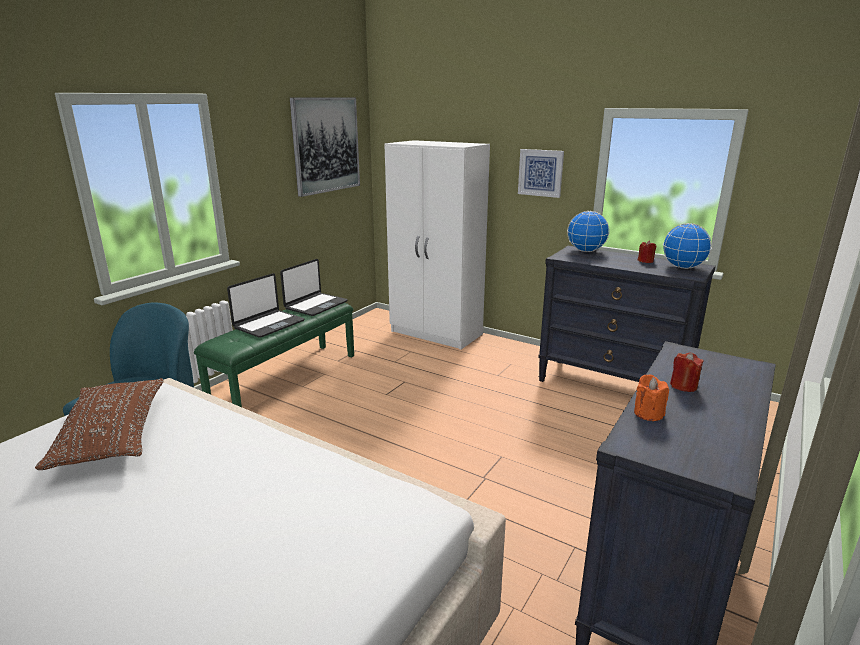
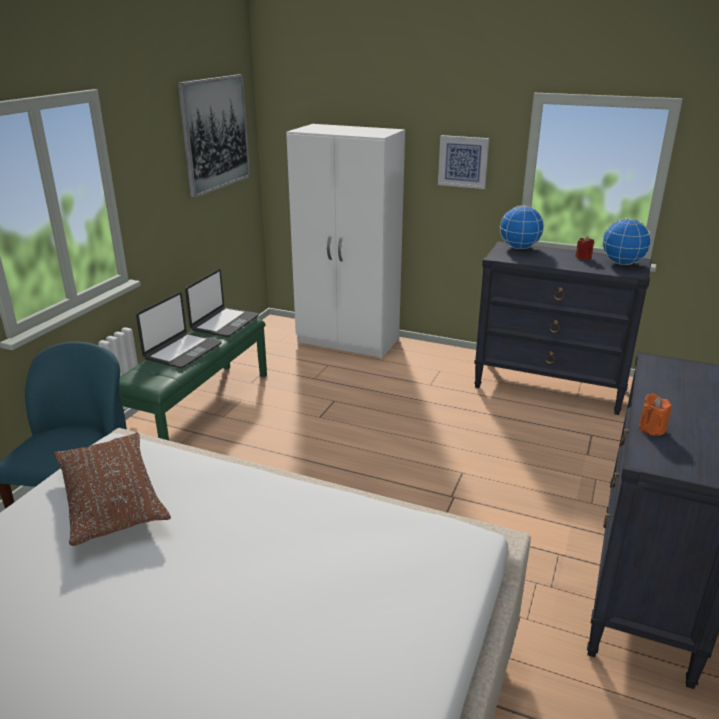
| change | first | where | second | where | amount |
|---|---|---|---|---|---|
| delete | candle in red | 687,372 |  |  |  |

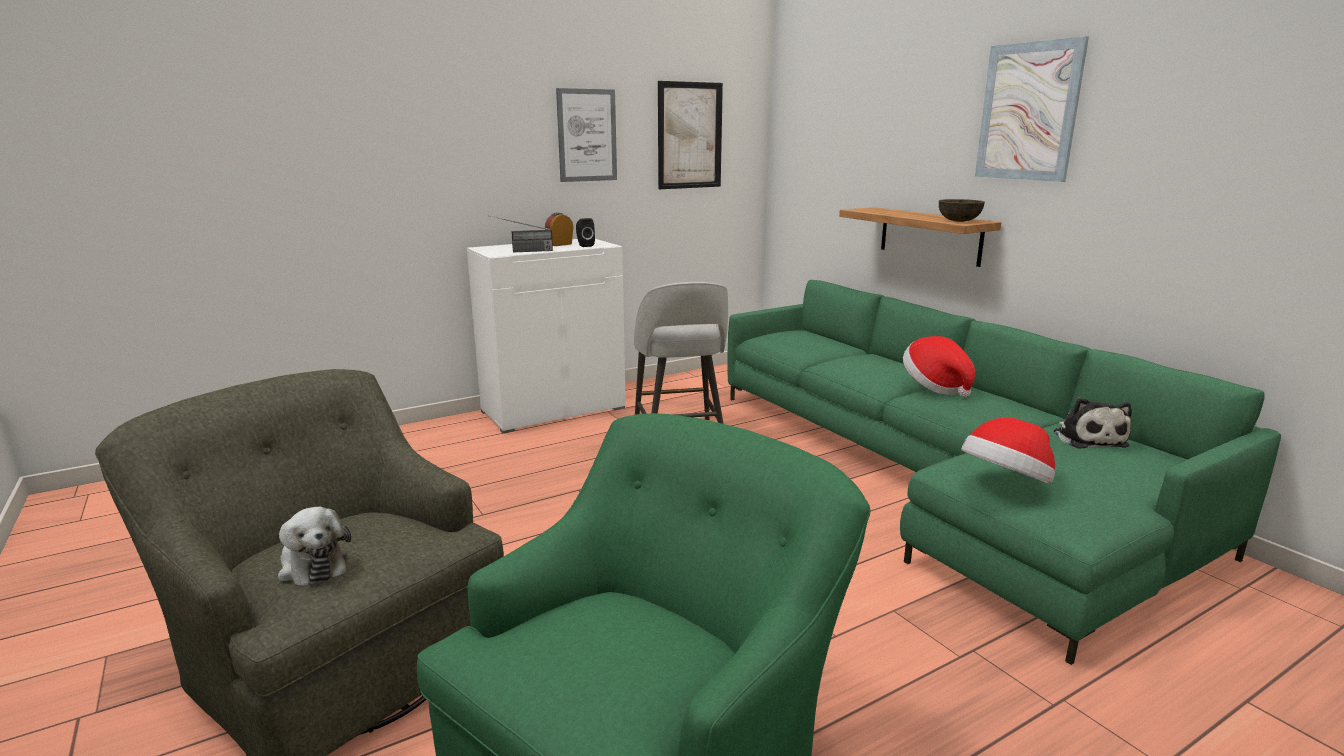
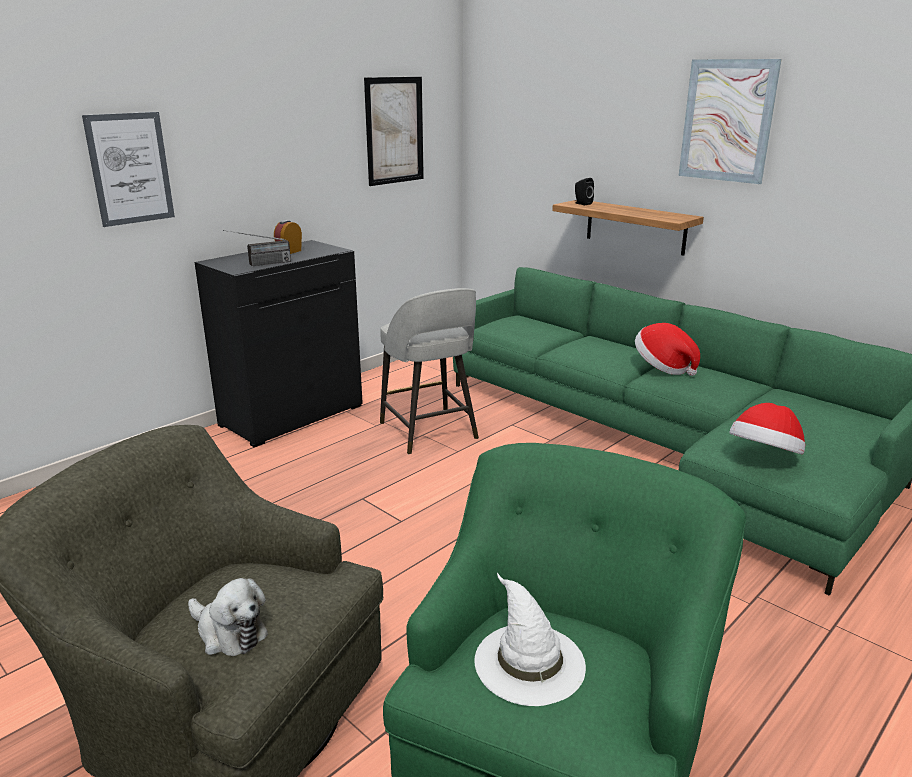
| change | first | where | second | where | amount |
|---|---|---|---|---|---|
| move | picture | 586,135 |  | 128,169 |  |
| delete | bowl in brown | 962,210 |  |  |  |
| move | speaker in black | 585,232 |  | 584,191 |  |
| recolor | cabinet in white | 546,336 | cabinet in black | 279,343 |  |
| delete | plush toy | 1093,422 |  |  |  |
| insert |  |  | hat in white | 530,639 |  |

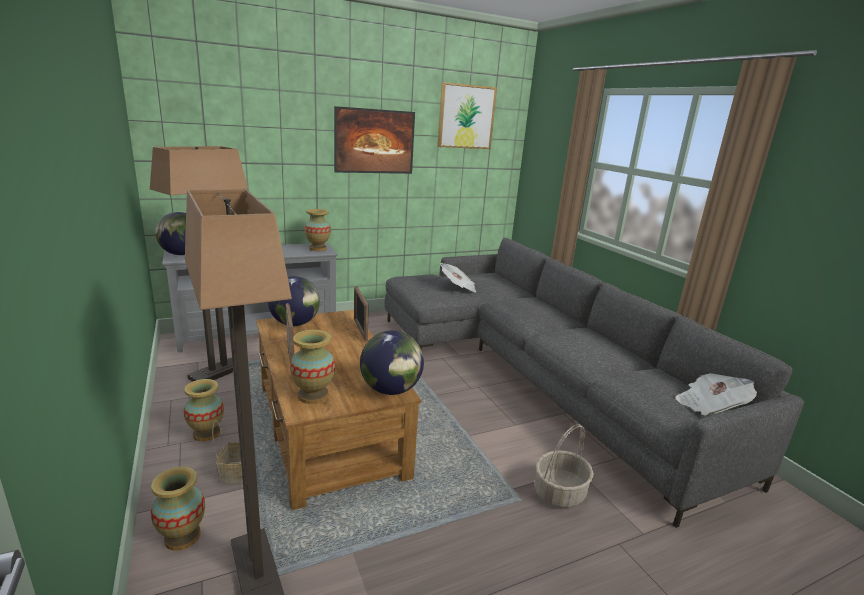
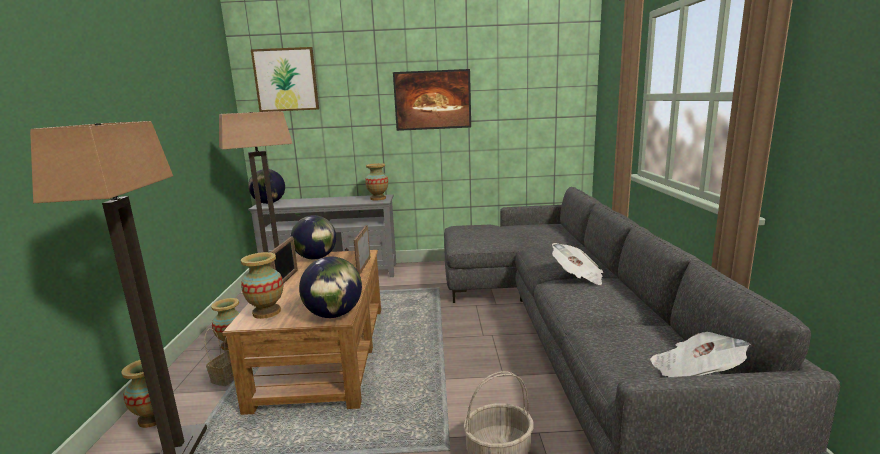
| change | first | where | second | where | amount |
|---|---|---|---|---|---|
| move | picture | 467,115 |  | 285,79 |  |
| move | newspaper | 458,277 |  | 577,264 |  |

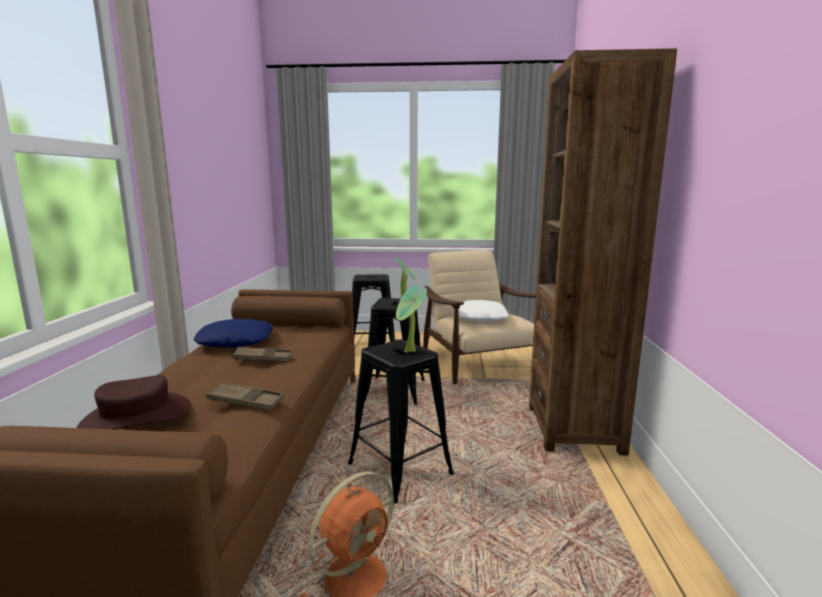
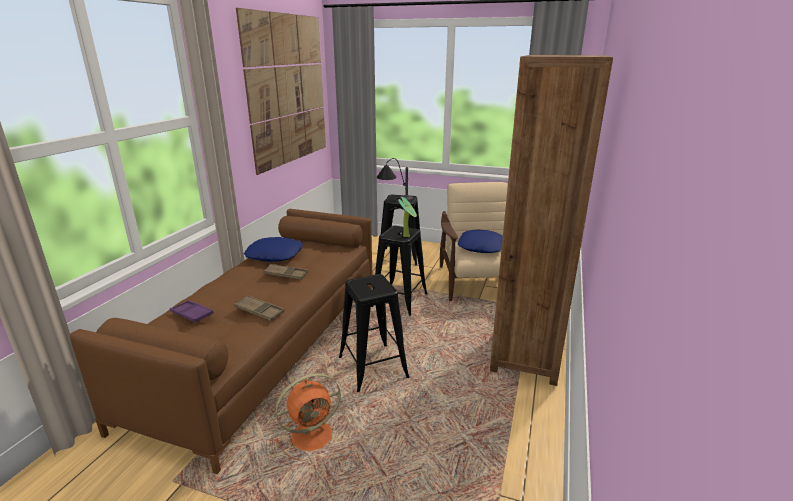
| change | first | where | second | where | amount |
|---|---|---|---|---|---|
| delete | potted plant | 411,319 |  |  |  |
| recolor | pillow in white | 483,311 | pillow in blue | 480,241 |  |
| replace | hat in brown | 134,402 | tray in purple | 192,311 |  |
| insert |  |  | picture | 281,91 |  |
| insert |  |  | table lamp | 395,179 |  |

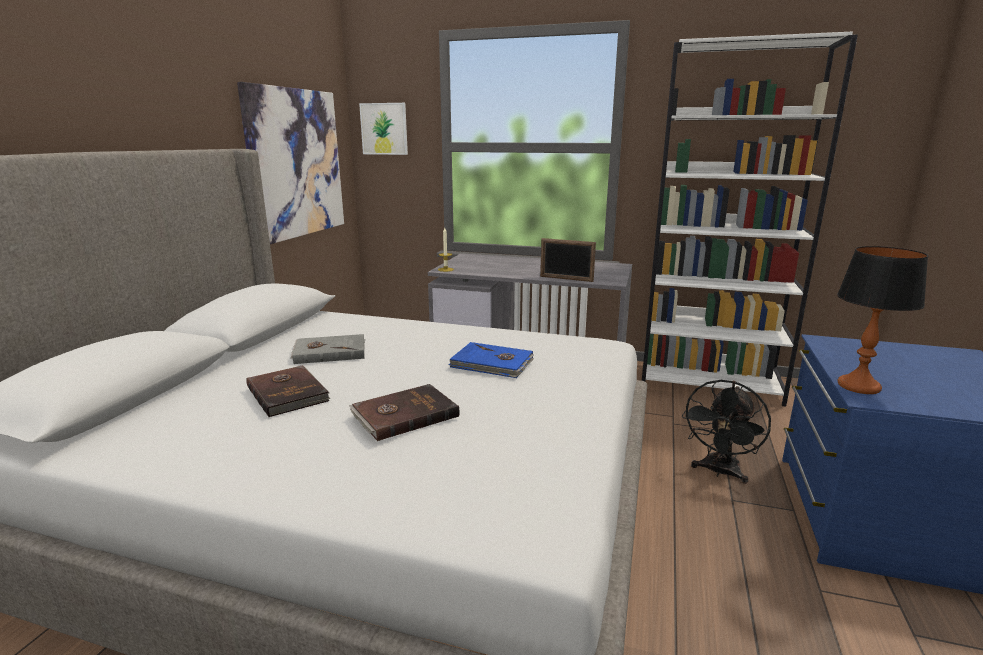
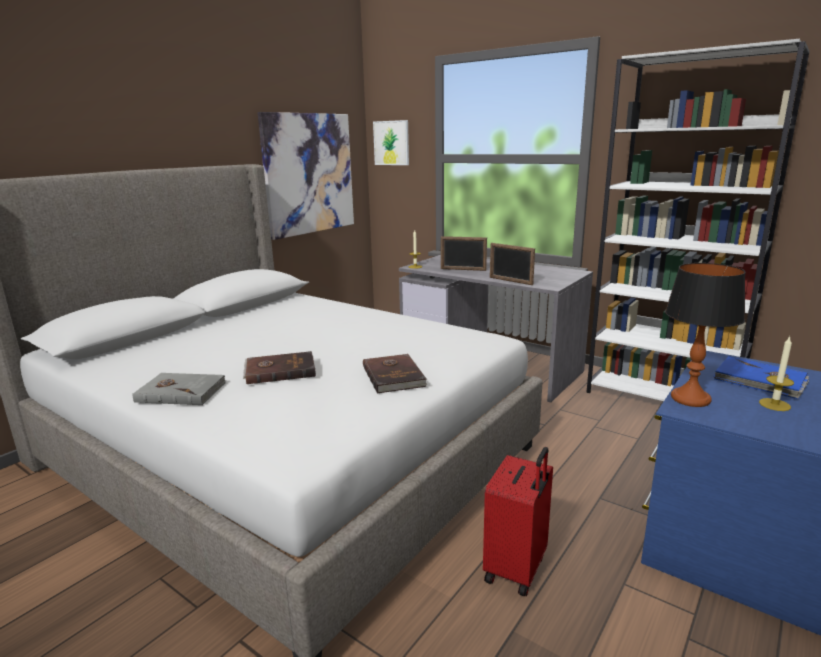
| change | first | where | second | where | amount |
|---|---|---|---|---|---|
| move | book in grey | 328,349 |  | 180,389 |  |
| move | book in blue | 491,360 |  | 761,377 |  |
| move | book in brown | 288,391 |  | 395,374 |  |
| delete | fan in black | 726,432 |  |  |  |
| insert |  |  | picture frame | 464,253 |  |
| insert |  |  | candle | 776,373 |  |
| insert |  |  | suitcase in red | 518,521 |  |

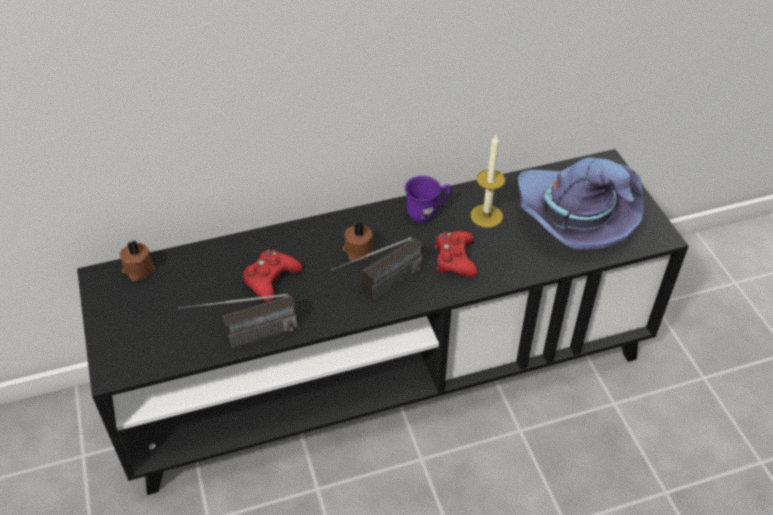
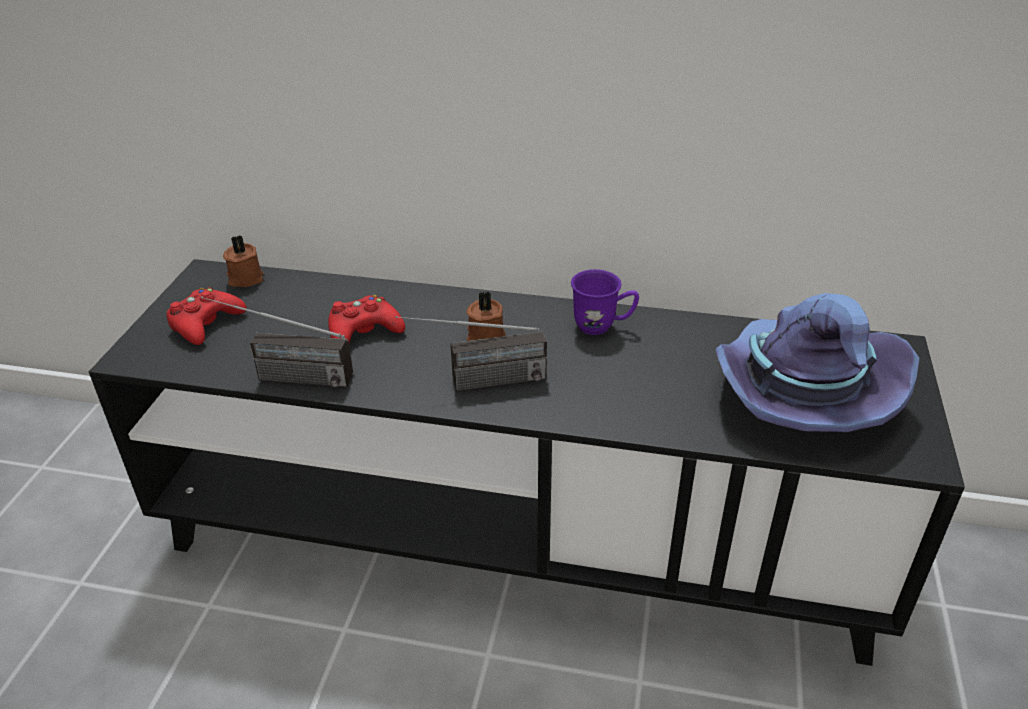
| change | first | where | second | where | amount |
|---|---|---|---|---|---|
| delete | candle | 488,181 |  |  |  |
| move | game controller in red | 456,254 |  | 206,316 |  |

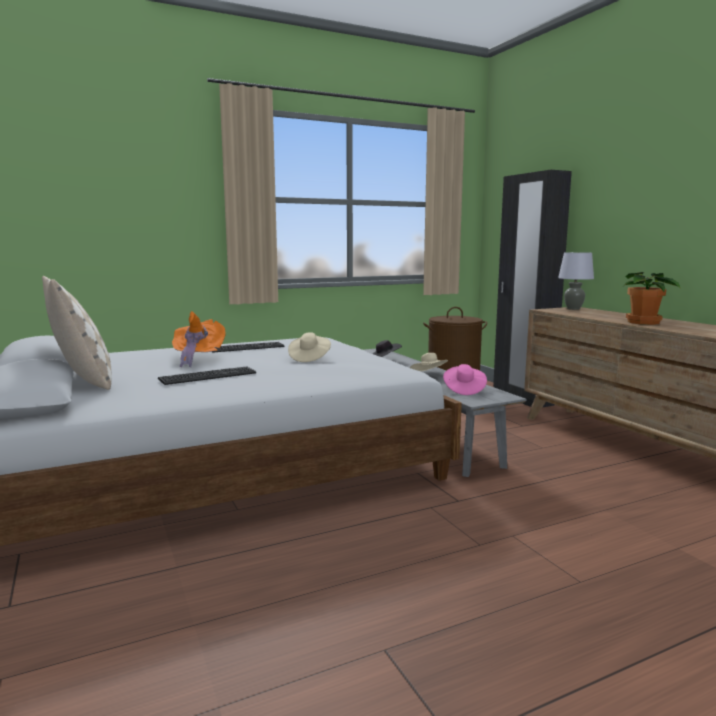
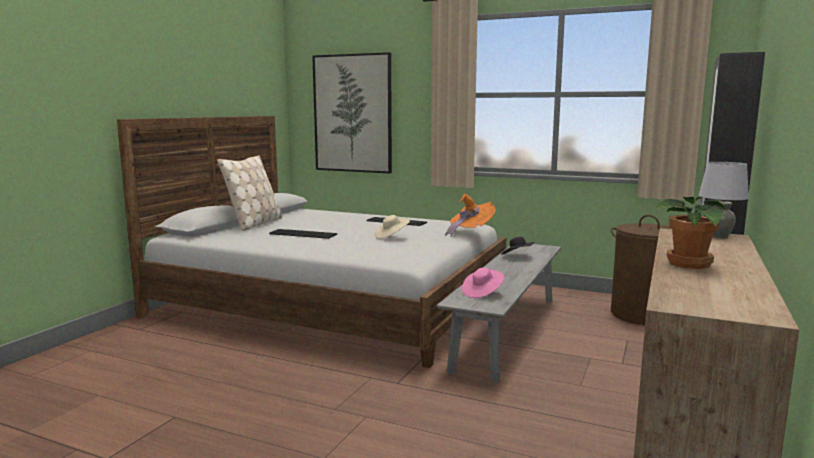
| change | first | where | second | where | amount |
|---|---|---|---|---|---|
| move | hat in orange | 199,339 |  | 470,215 |  |
| delete | hat in beige | 429,362 |  |  |  |
| insert |  |  | picture | 352,112 |  |

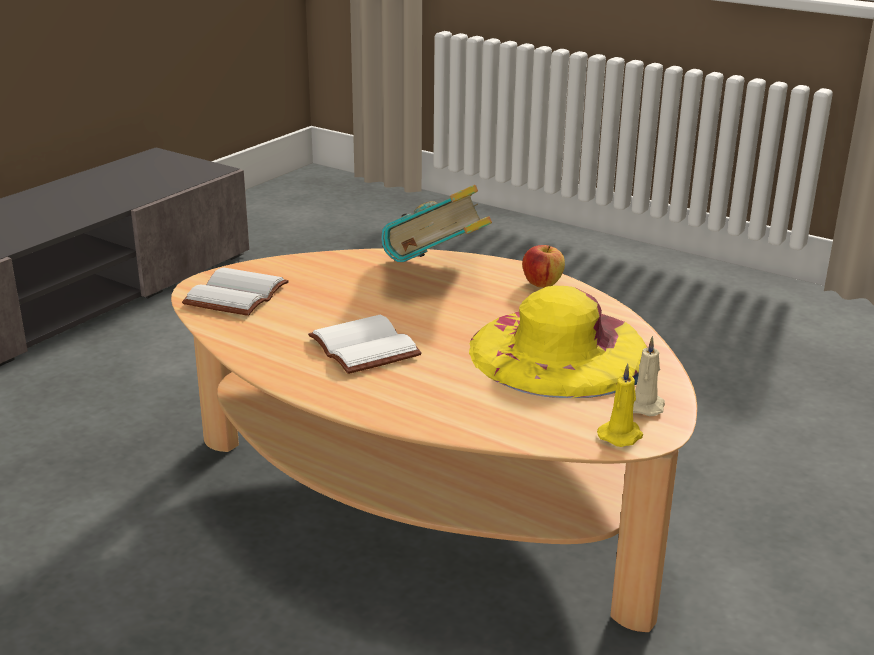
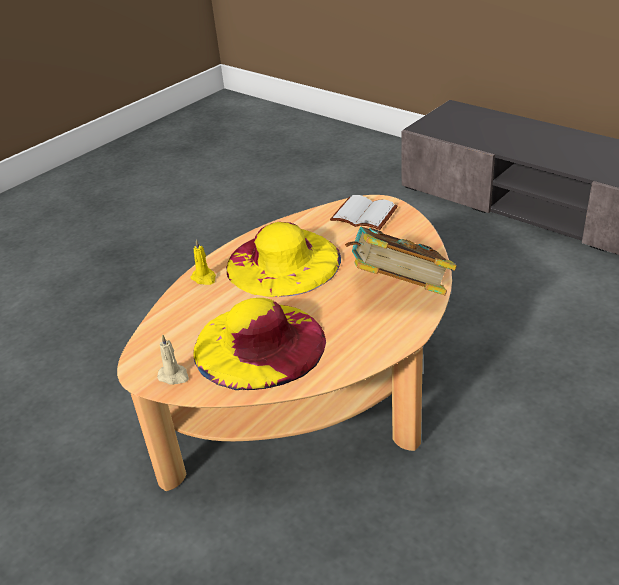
| change | first | where | second | where | amount |
|---|---|---|---|---|---|
| delete | apple | 543,266 |  |  |  |
| replace | book in white | 365,344 | hat in yellow | 283,259 |  |
| move | candle in yellow | 620,405 |  | 203,262 |  |

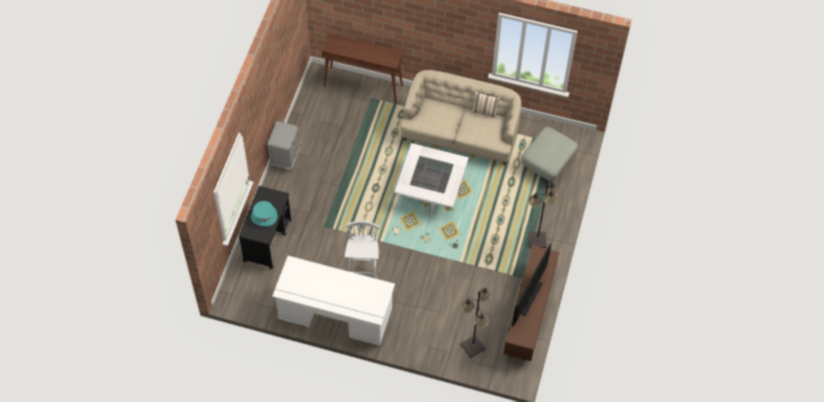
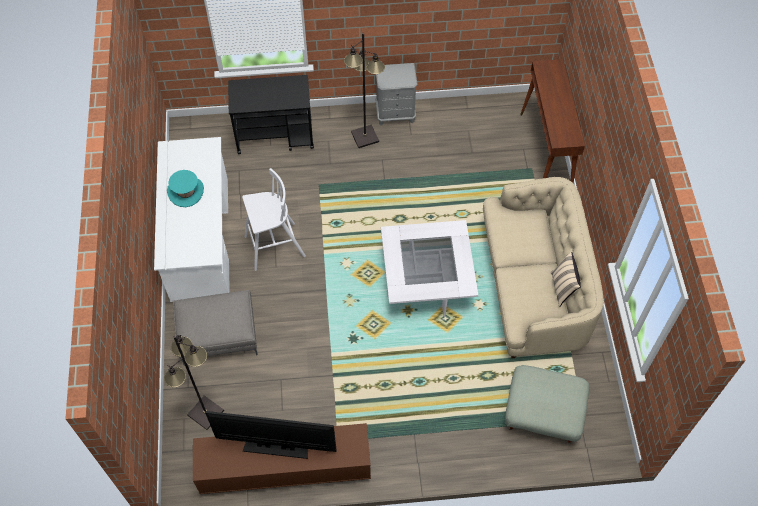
| change | first | where | second | where | amount |
|---|---|---|---|---|---|
| move | floor lamp in black | 543,213 |  | 364,90 |  |
| move | hat in turquoise | 264,214 |  | 185,188 |  |
| insert |  |  | ottoman in grey | 215,328 |  |

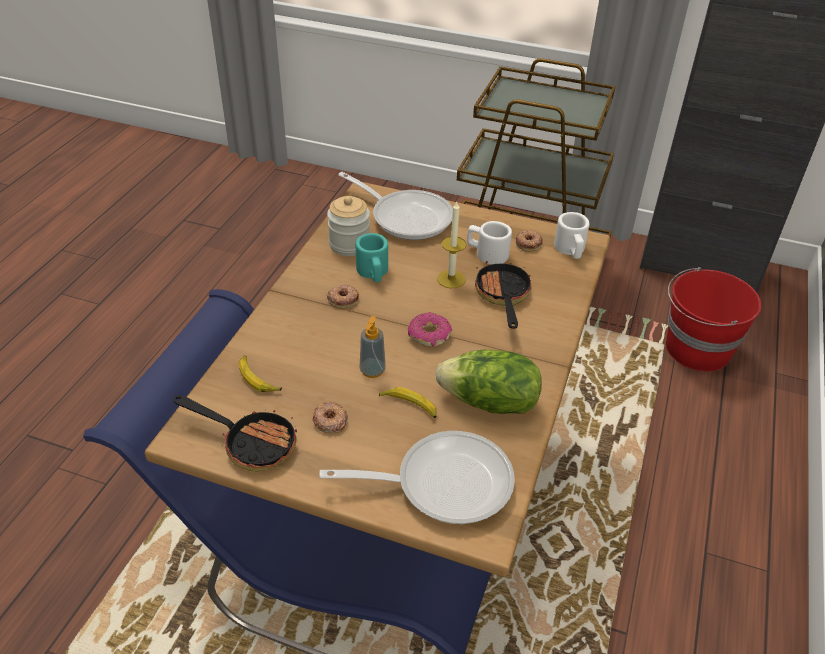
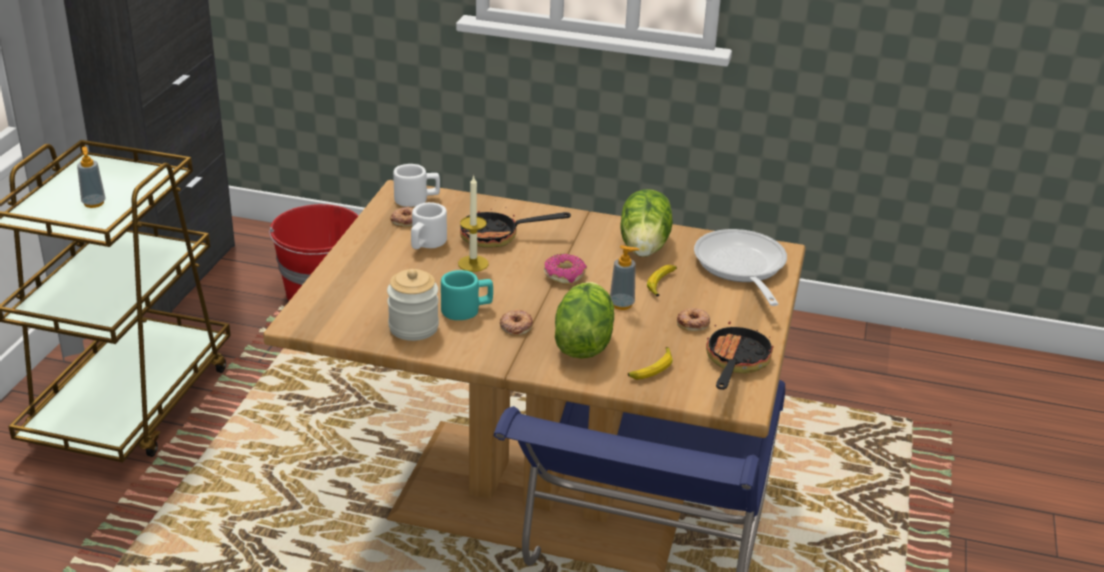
| change | first | where | second | where | amount |
|---|---|---|---|---|---|
| delete | frying pan | 395,206 |  |  |  |
| insert |  |  | soap dispenser | 91,177 |  |
| insert |  |  | lettuce | 584,320 |  |

